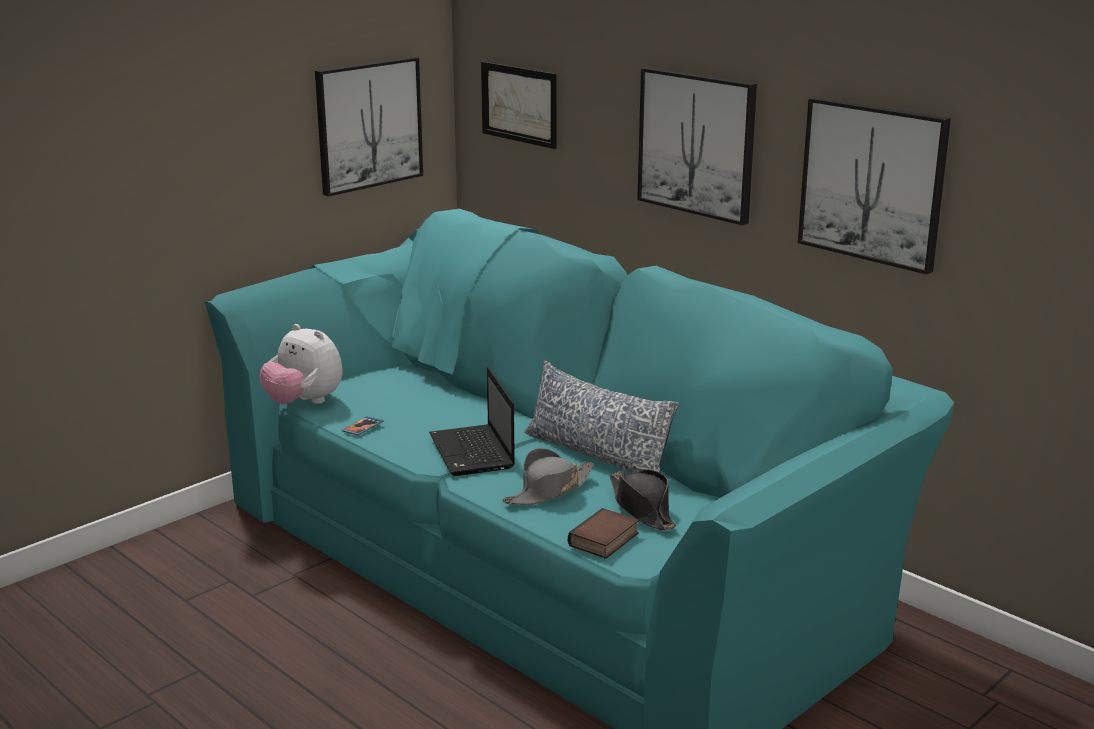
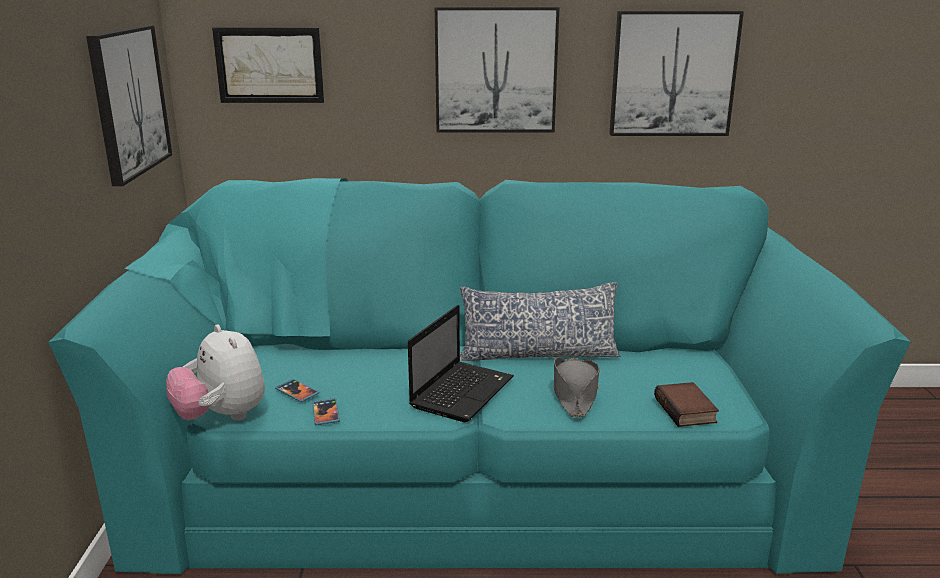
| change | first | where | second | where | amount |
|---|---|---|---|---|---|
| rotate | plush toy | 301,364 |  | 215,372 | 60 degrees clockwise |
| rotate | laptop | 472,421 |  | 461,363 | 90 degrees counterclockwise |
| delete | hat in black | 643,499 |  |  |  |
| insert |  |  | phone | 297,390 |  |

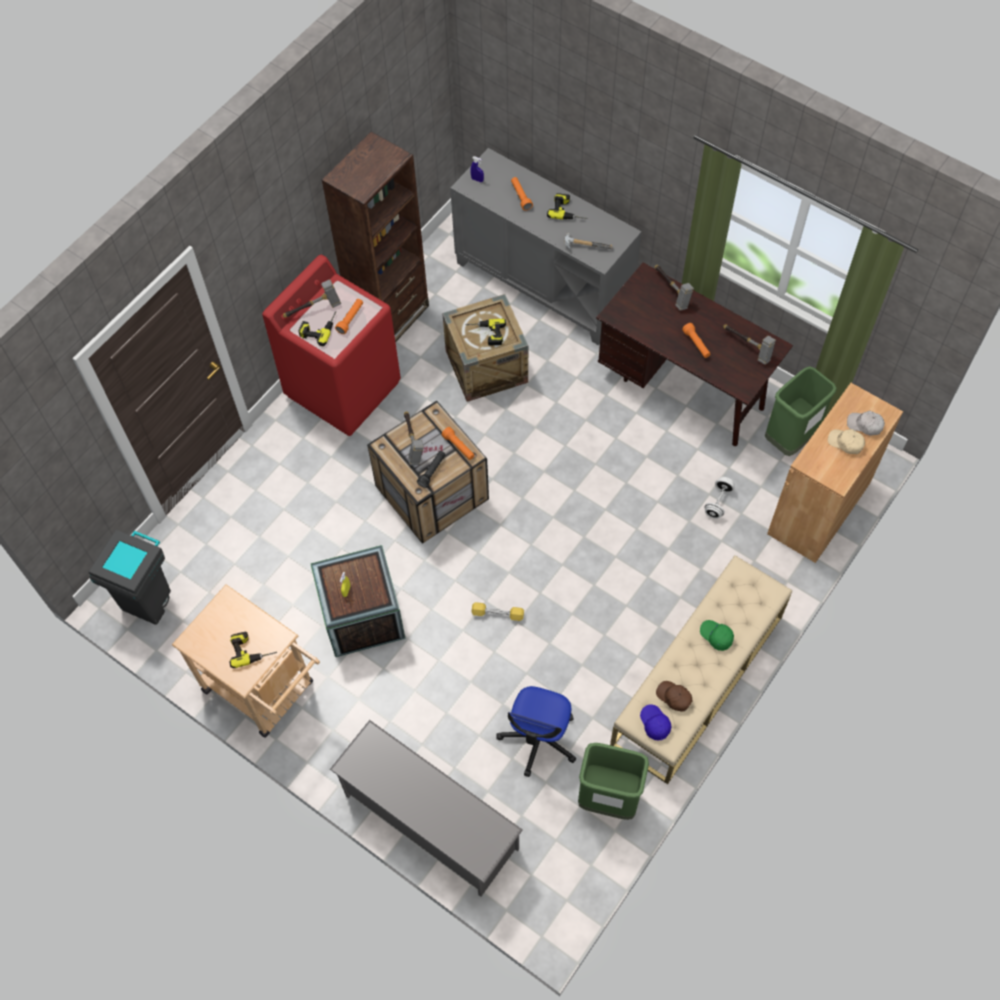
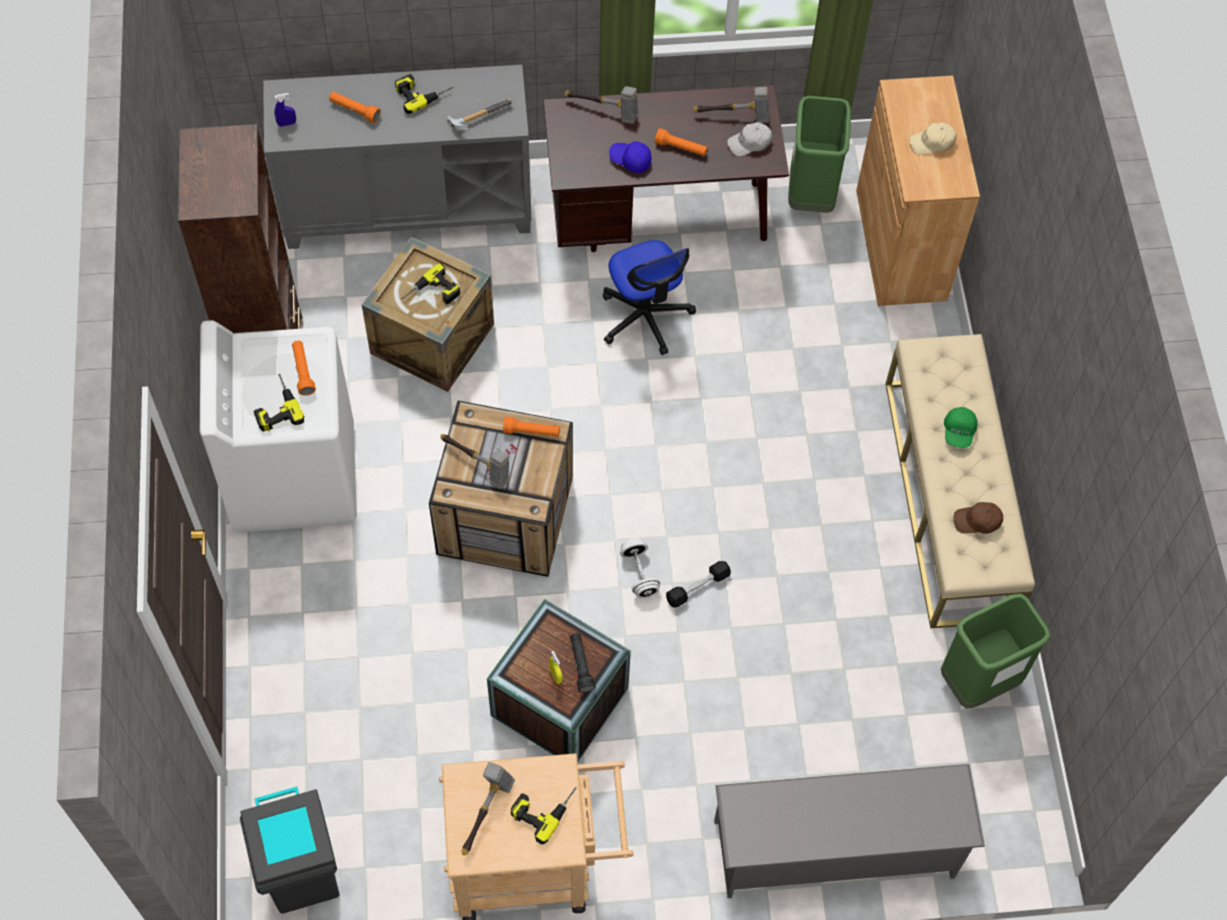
| change | first | where | second | where | amount |
|---|---|---|---|---|---|
| recolor | washing machine in red | 331,345 | washing machine in white | 278,426 |  |
| move | hammer | 312,299 |  | 488,809 |  |
| move | cap in white | 866,423 |  | 749,139 |  |
| move | flashlight in black | 431,469 |  | 583,662 |  |
| move | dumbbell in white | 719,498 |  | 640,568 |  |
| recolor | dumbbell in yellow | 498,611 | dumbbell in black | 698,584 |  |
| rotate | cap in green | 717,635 |  | 961,427 | 75 degrees counterclockwise |
| move | office chair | 536,731 |  | 649,297 |  |
| move | cap in blue | 655,722 |  | 630,157 |  |

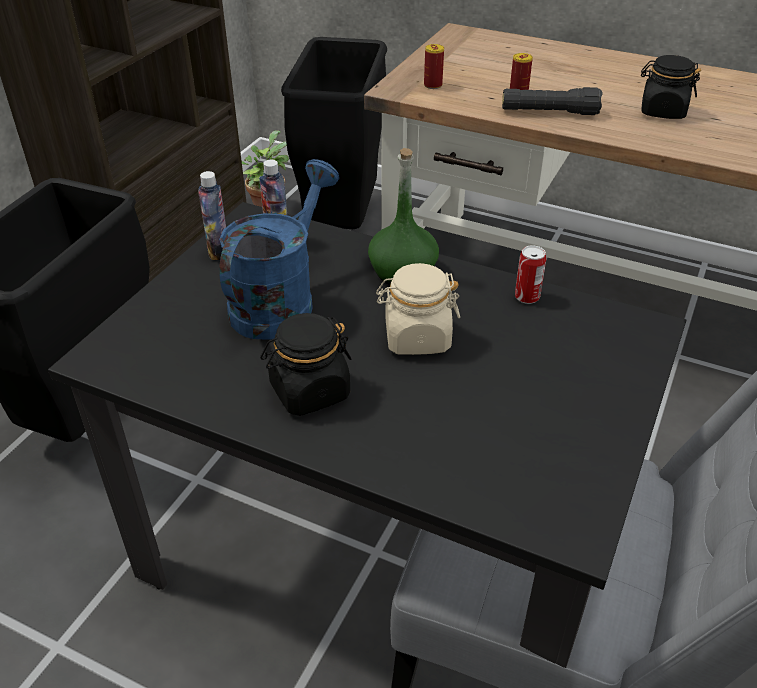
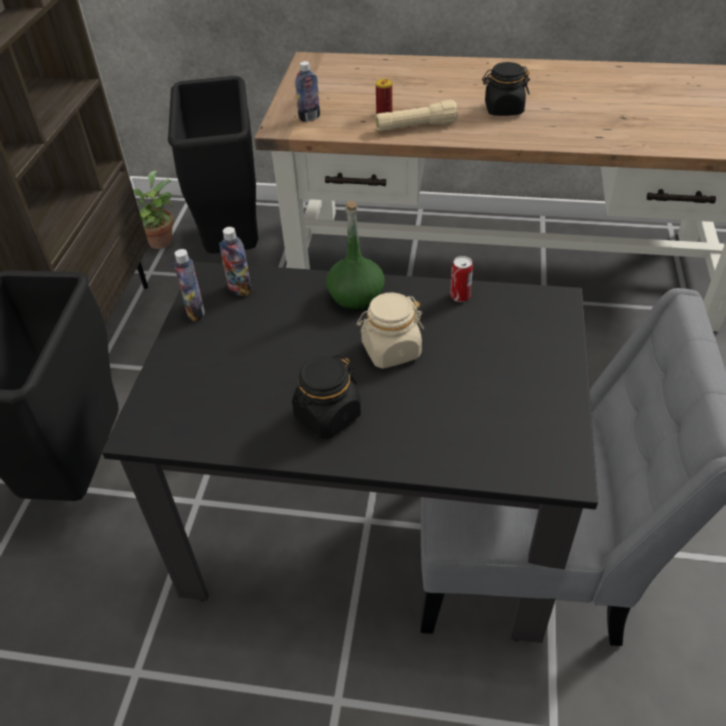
| change | first | where | second | where | amount |
|---|---|---|---|---|---|
| replace | can | 434,66 | bottle | 307,91 |  |
| recolor | flashlight in black | 552,101 | flashlight in beige | 416,115 |  |
| delete | watering can in blue | 279,249 |  |  |  |

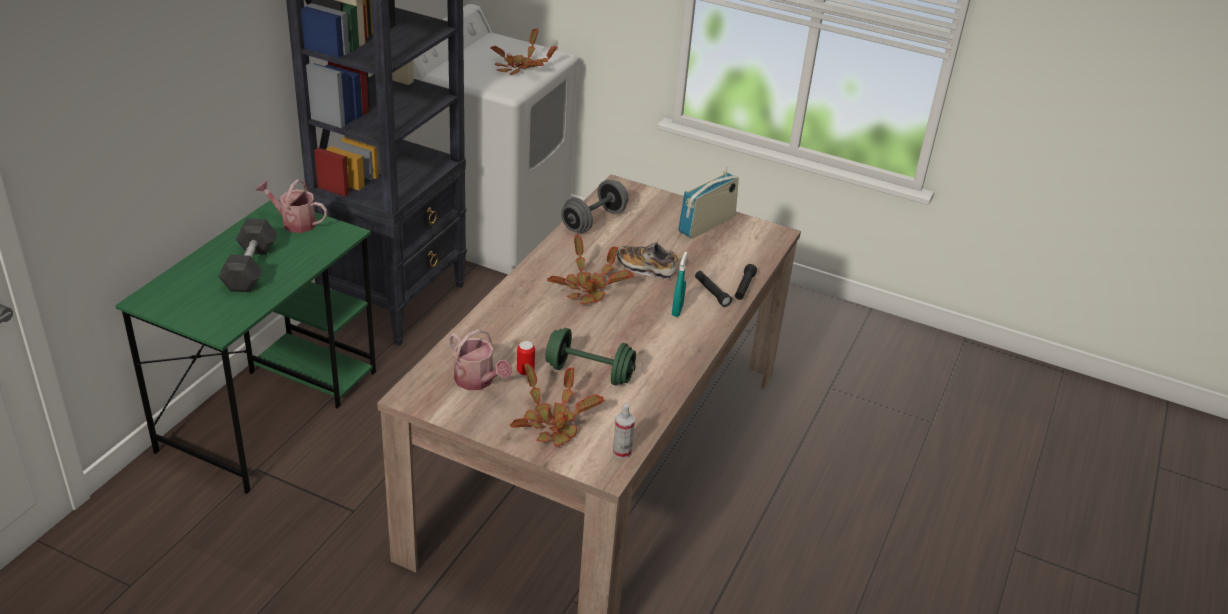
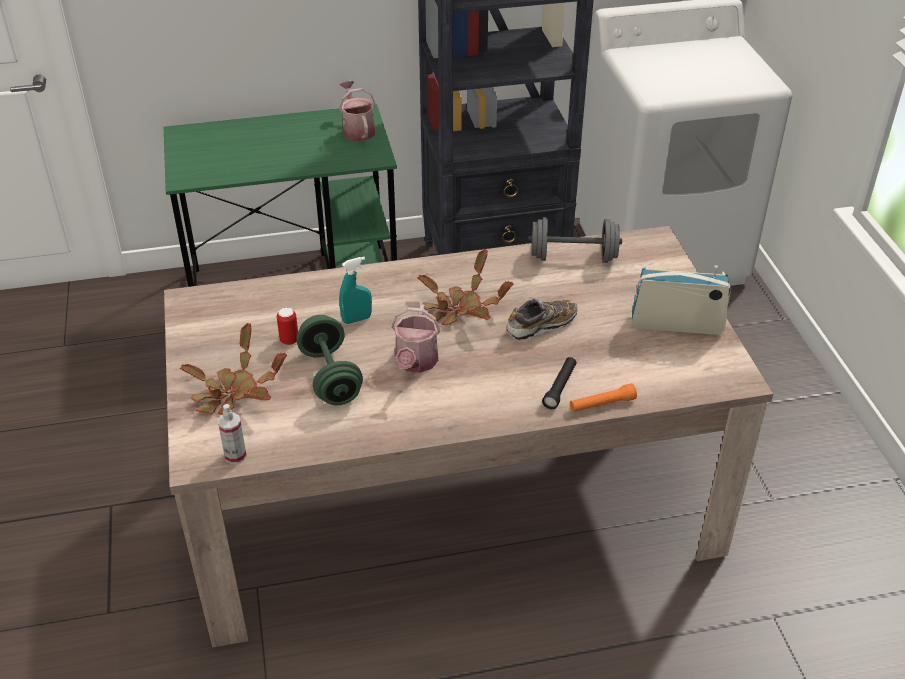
| change | first | where | second | where | amount |
|---|---|---|---|---|---|
| delete | potted plant | 524,51 |  |  |  |
| delete | dumbbell in grey | 247,255 |  |  |  |
| rotate | shoe | 647,260 |  | 541,319 | 75 degrees clockwise |
| move | spray bottle in turquoise | 679,284 |  | 355,290 |  |
| recolor | flashlight in black | 746,282 | flashlight in orange | 603,397 |  |
| move | watering can | 480,359 |  | 415,338 |  |

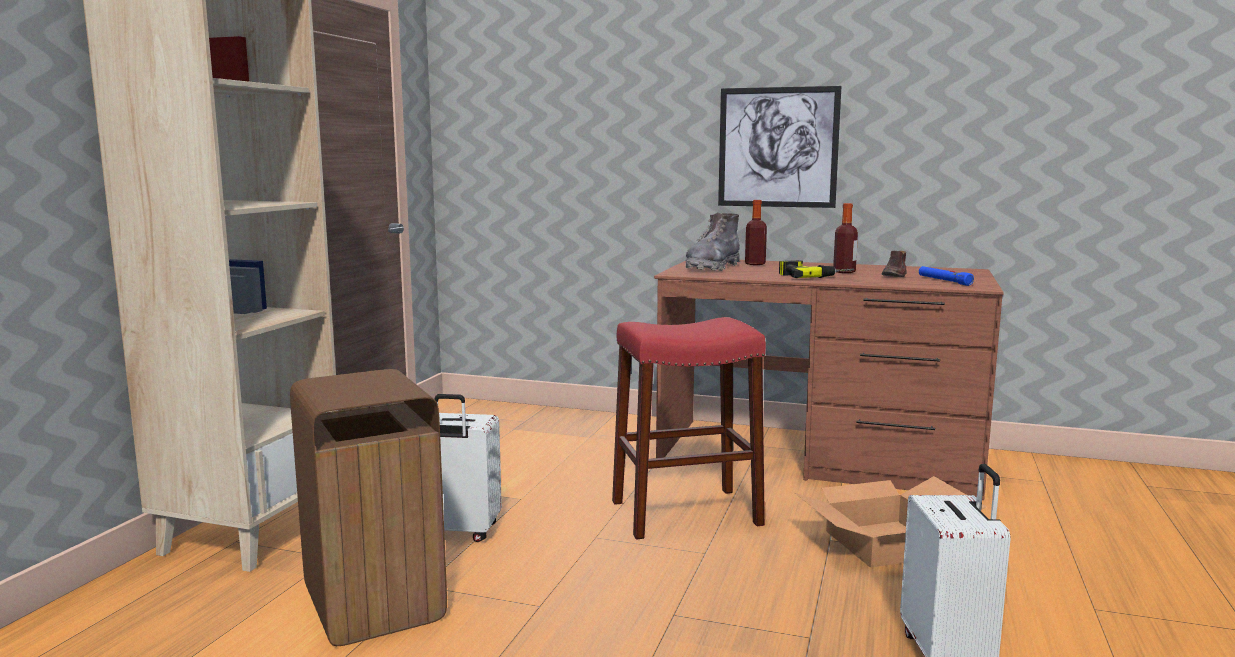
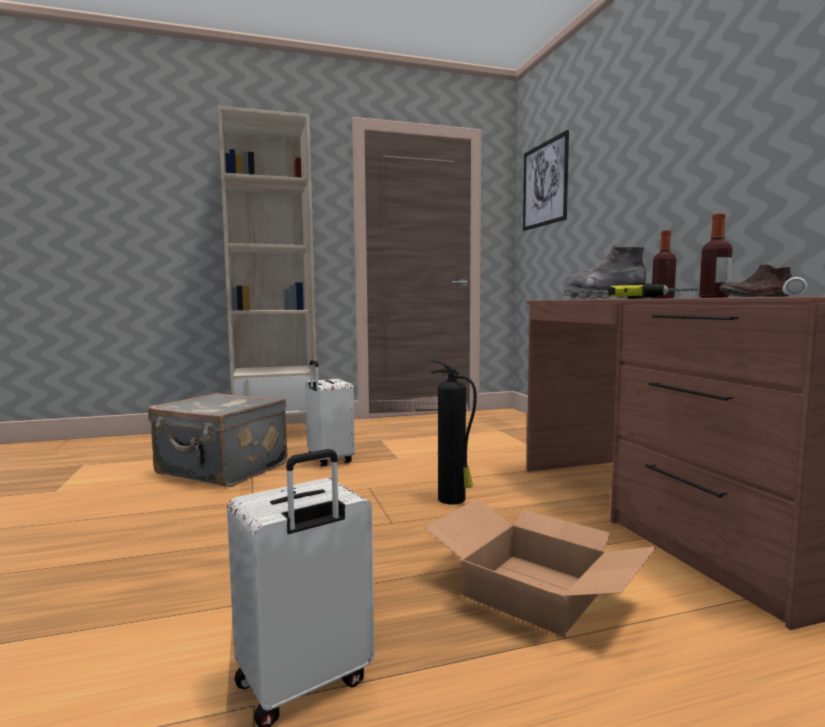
| change | first | where | second | where | amount |
|---|---|---|---|---|---|
| move | picture | 779,147 |  | 546,180 |  |
| recolor | flashlight in blue | 946,276 | flashlight in white | 794,286 |  |
| replace | stool in red | 689,428 | fire extinguisher | 454,432 |  |
| replace | trash can in brown | 368,507 | suitcase in grey | 218,440 |  |

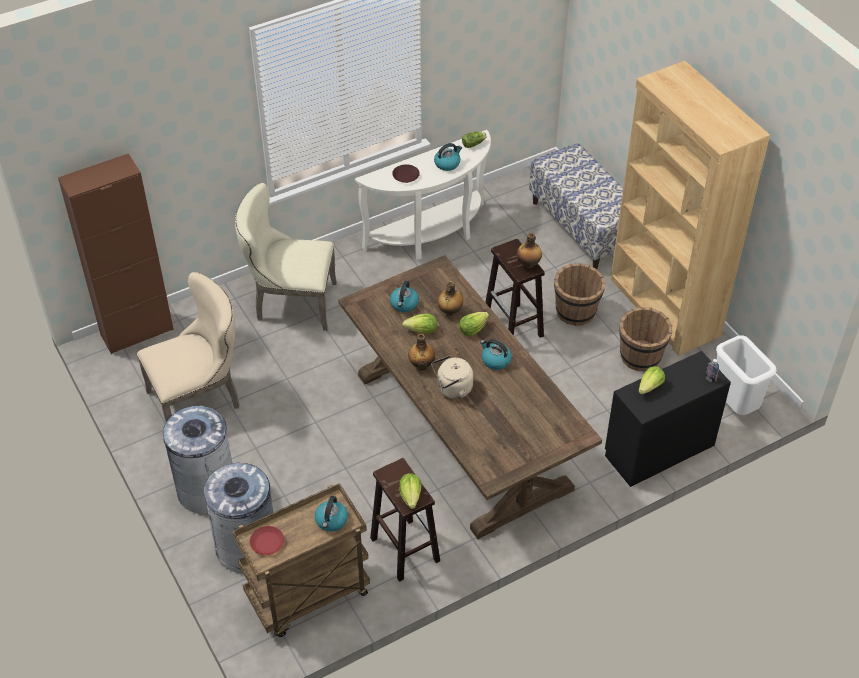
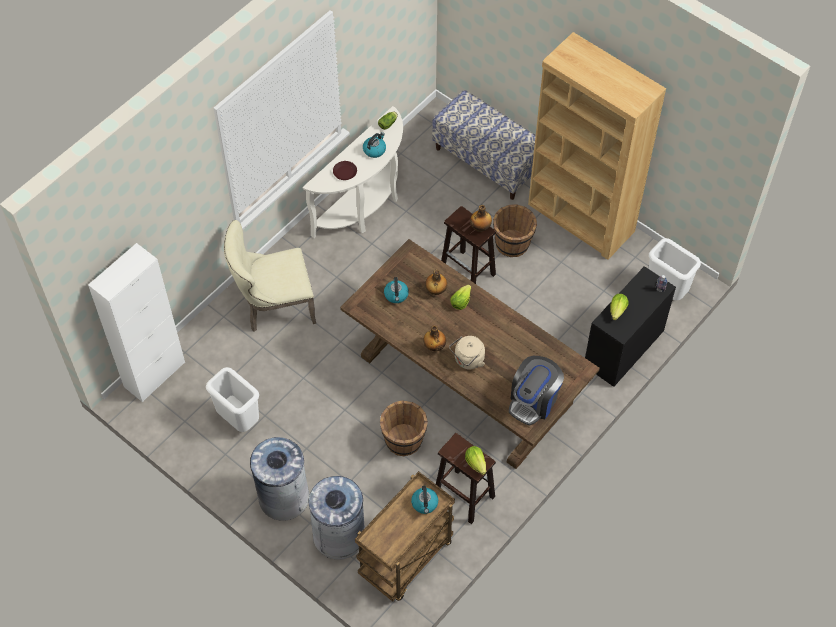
| change | first | where | second | where | amount |
|---|---|---|---|---|---|
| recolor | cabinet in brown | 116,253 | cabinet in white | 136,322 |  |
| replace | chair in beige | 188,347 | trash can in white | 232,399 |  |
| move | bucket in brown | 645,339 |  | 404,428 |  |
| delete | lettuce | 419,324 |  |  |  |
| delete | kettle | 496,354 |  |  |  |
| delete | plate in red | 267,540 |  |  |  |
| insert |  |  | coffee machine | 536,391 |  |

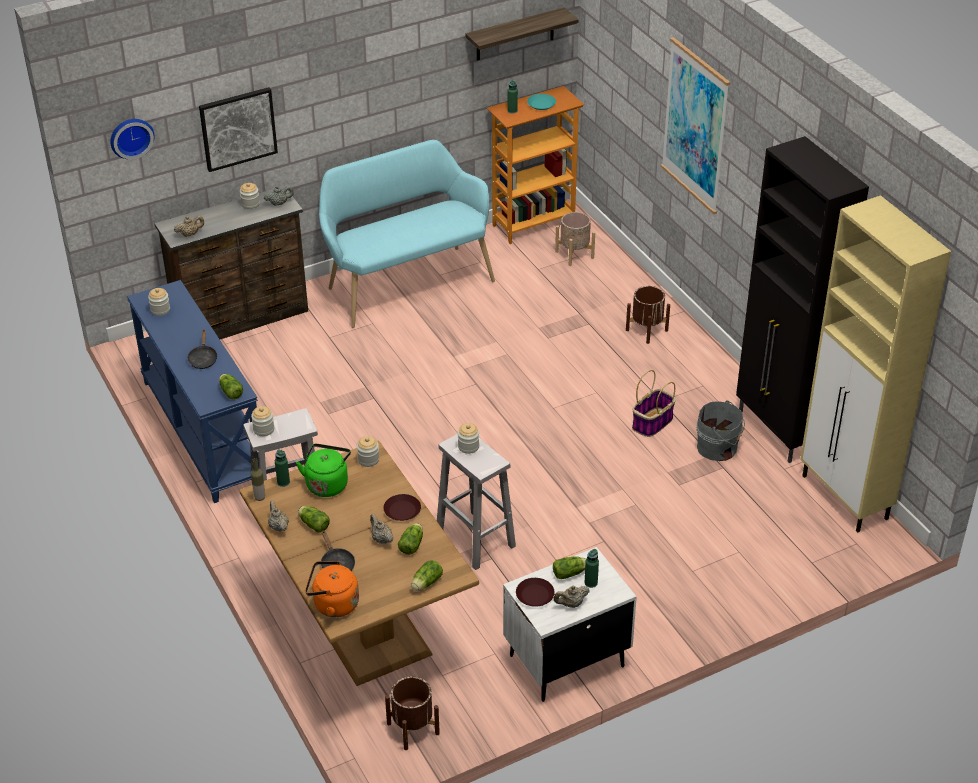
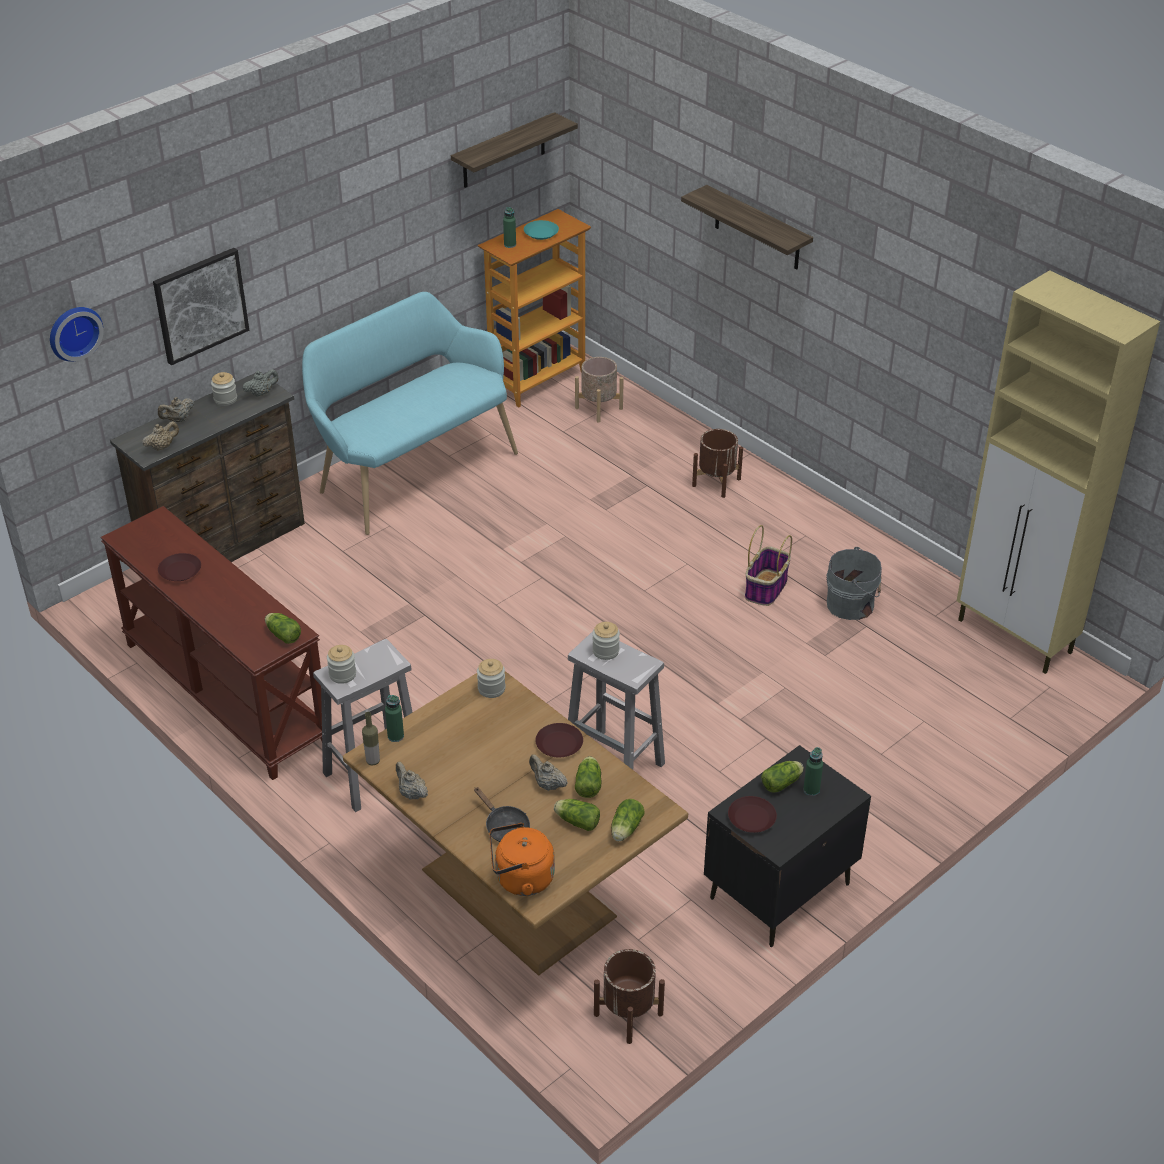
| change | first | where | second | where | amount |
|---|---|---|---|---|---|
| replace | picture | 695,125 | shelf | 747,227 |  |
| delete | cabinet in black | 802,299 |  |  |  |
| recolor | console table in blue | 193,391 | console table in brown | 211,643 |  |
| delete | jar | 159,302 |  |  |  |
| delete | frying pan in black | 202,349 |  |  |  |
| delete | kettle in green | 323,470 |  |  |  |
| move | lettuce | 314,519 |  | 577,815 |  |
| recolor | nightstand in white | 570,624 | nightstand in black | 787,846 |  |
| move | teapot in beige | 572,597 |  | 176,409 |  |
| insert |  |  | plate in brown | 179,567 |  |

